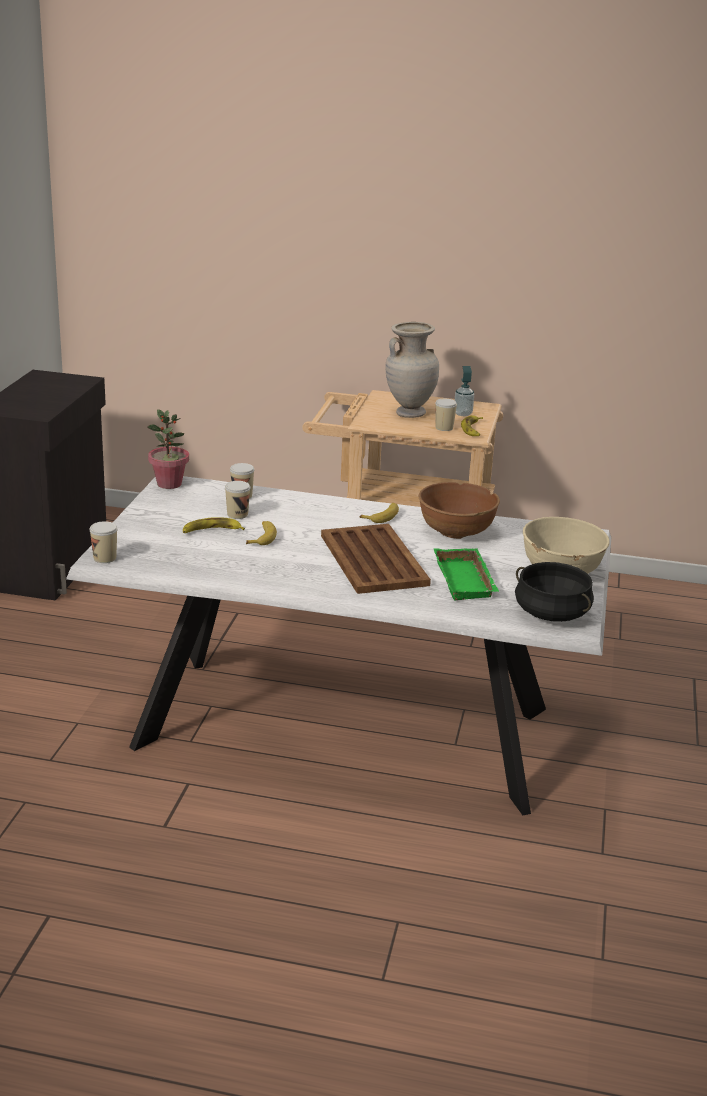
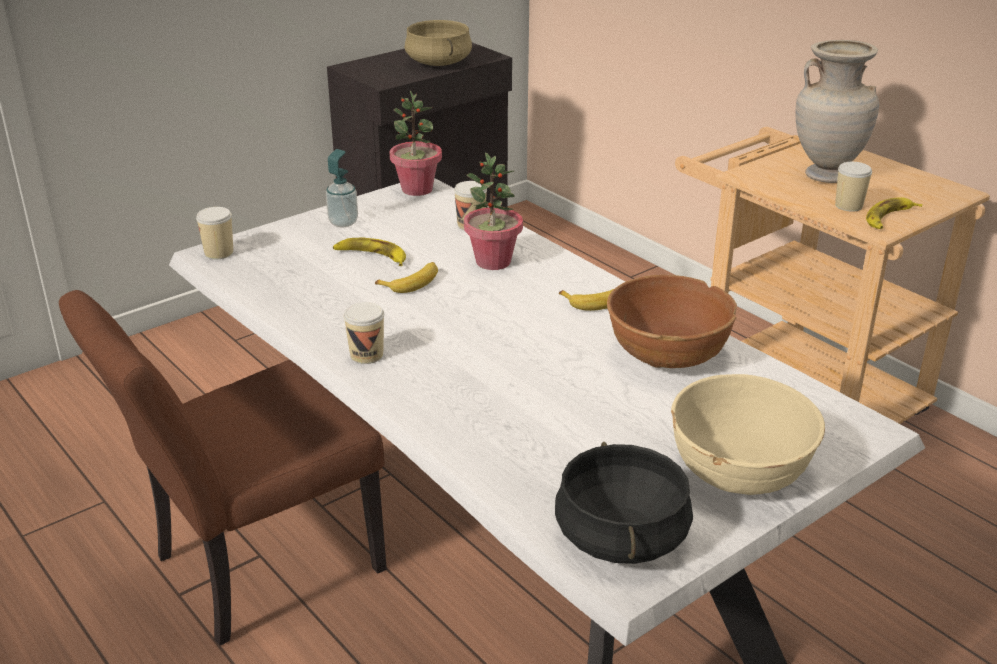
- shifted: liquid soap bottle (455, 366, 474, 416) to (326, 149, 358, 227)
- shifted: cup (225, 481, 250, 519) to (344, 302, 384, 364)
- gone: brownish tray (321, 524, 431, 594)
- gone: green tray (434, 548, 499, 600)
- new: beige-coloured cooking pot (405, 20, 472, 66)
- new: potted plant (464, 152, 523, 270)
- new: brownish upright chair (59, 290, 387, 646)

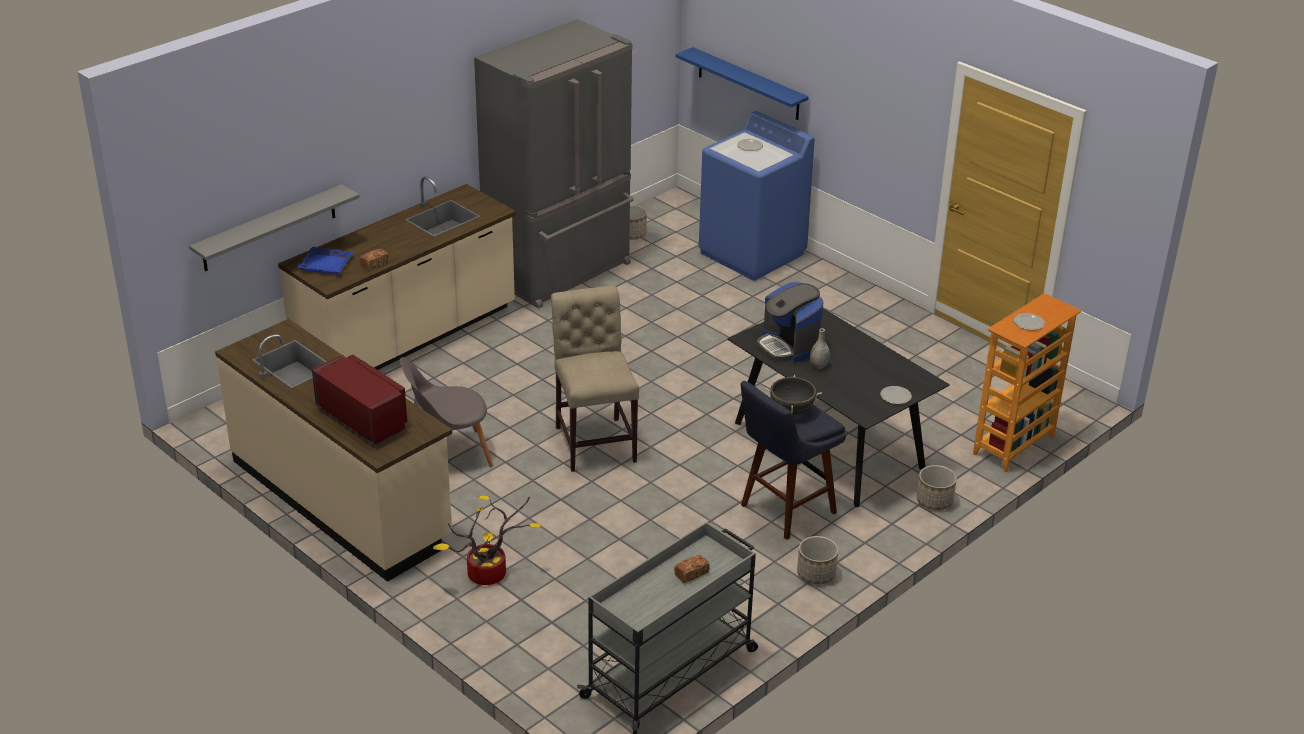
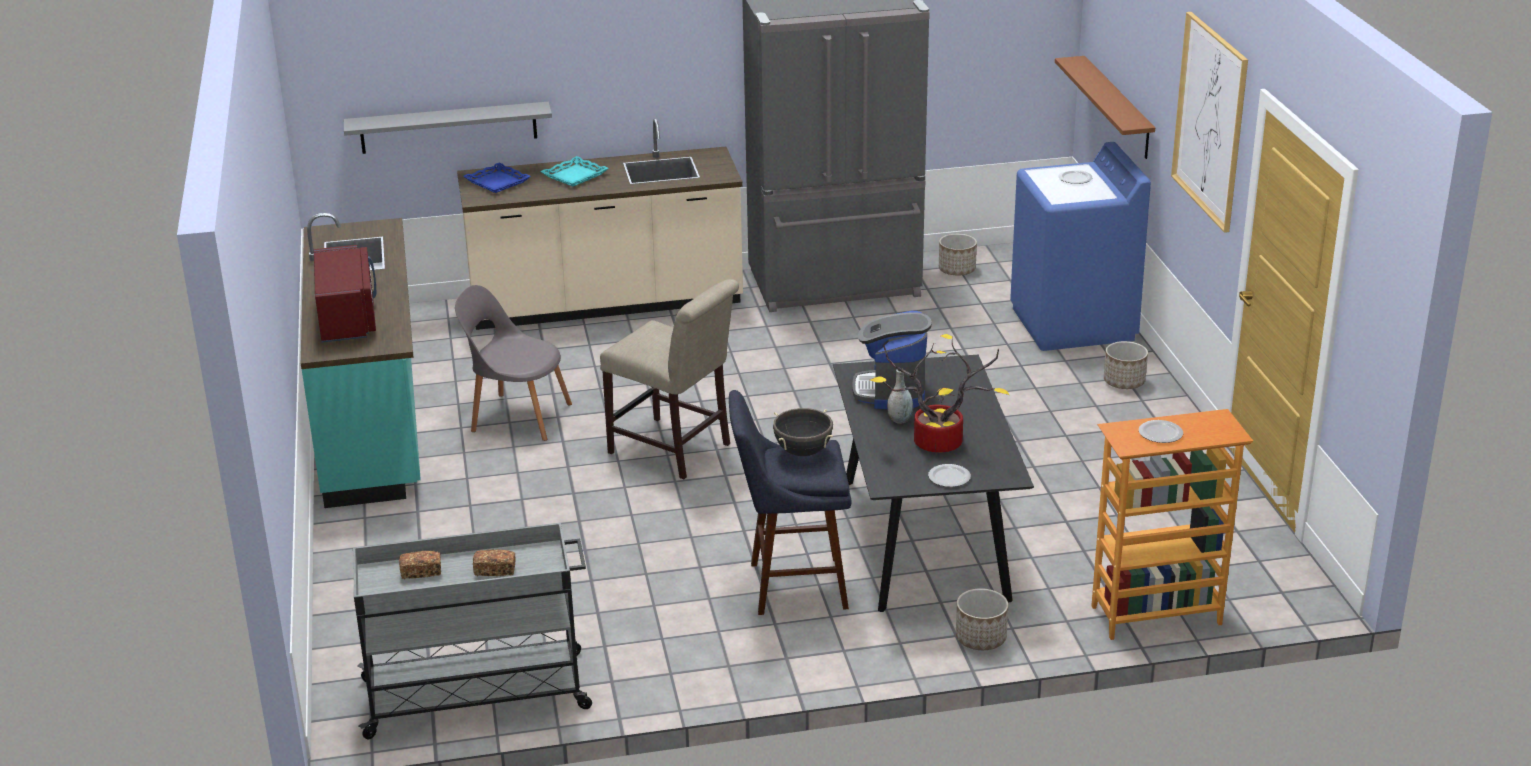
- repainted: bluish wall shelf (676, 47, 809, 120) to brownish wall shelf (1055, 56, 1155, 159)
- shifted: baked bread (360, 249, 389, 270) to (399, 551, 441, 579)
- rotated: beige-coloured upright chair (551, 286, 639, 472) = (600, 279, 739, 479) 105 degrees clockwise
- repainted: beige-coloured kitchen base unit (215, 319, 452, 582) to blue-green kitchen base unit (301, 213, 421, 508)
- shifted: potted plant (433, 496, 542, 585) to (870, 334, 1009, 452)
- shifted: planter (797, 536, 838, 584) to (1104, 341, 1148, 389)
- new: picture (1171, 12, 1248, 233)
- new: blue-green tray (540, 156, 608, 186)

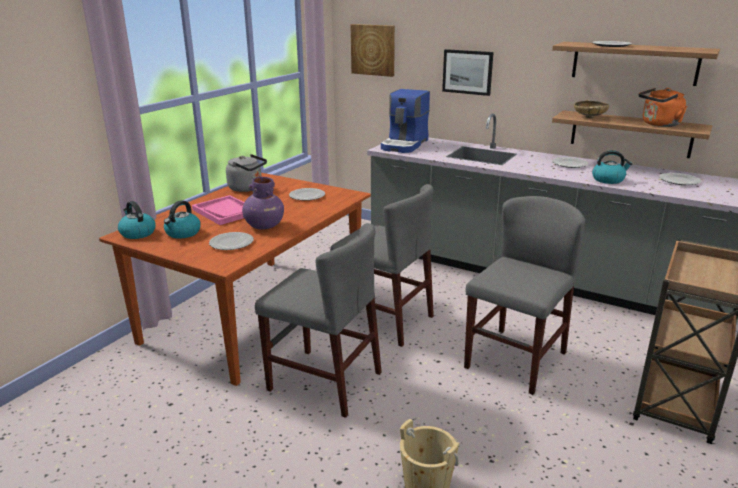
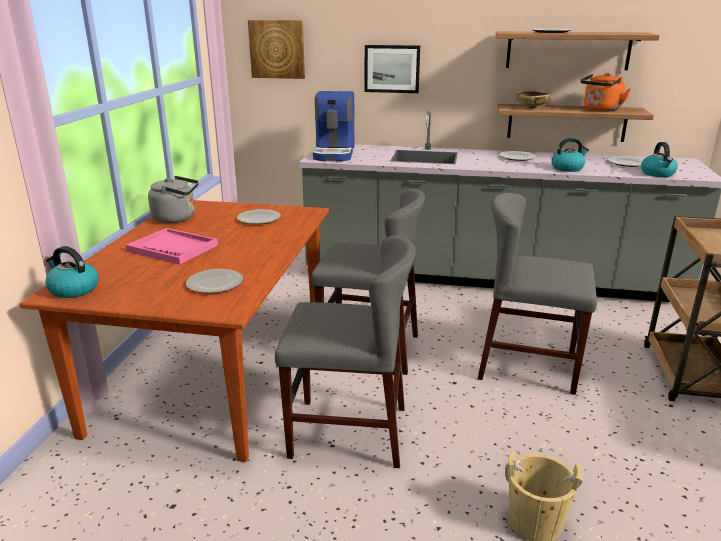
- gone: purplish flower vase (242, 177, 284, 229)
- rotated: gray upright chair (464, 196, 585, 395) = (478, 193, 597, 395) 90 degrees counterclockwise
- shifted: tea kettle (164, 200, 201, 239) to (641, 142, 678, 177)

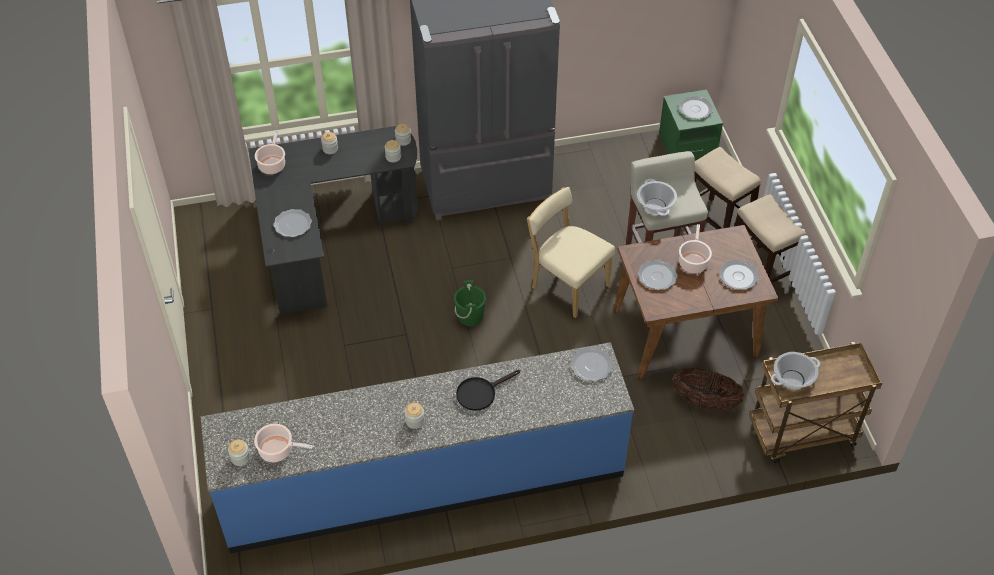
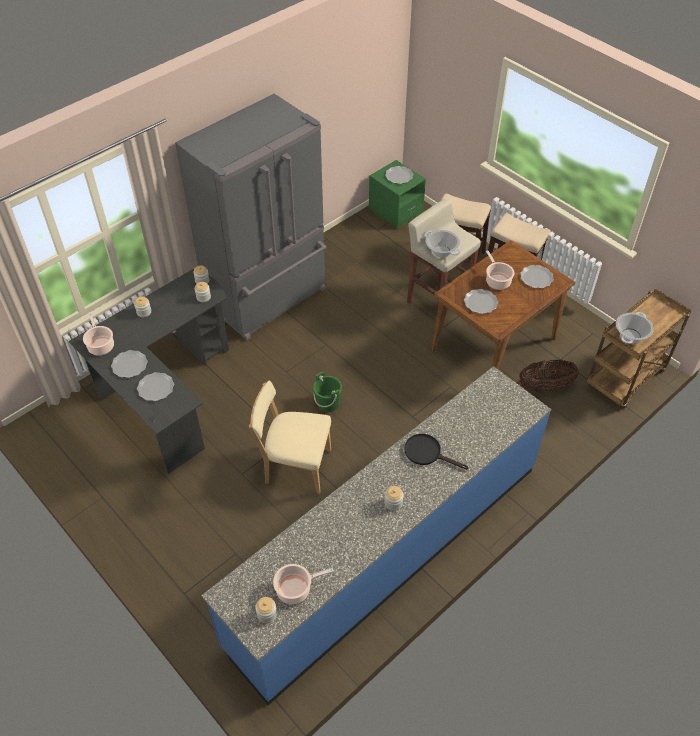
- shifted: beige-coloured upright chair (527, 187, 615, 318) to (249, 381, 331, 494)
- shifted: dinner plate (570, 347, 613, 382) to (111, 350, 148, 378)
- rotated: black-coloured skillet (456, 370, 520, 411) = (405, 434, 469, 470) 90 degrees clockwise

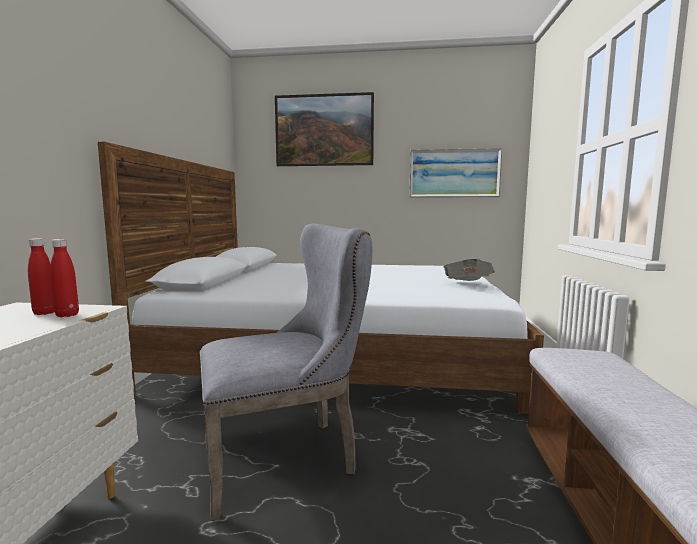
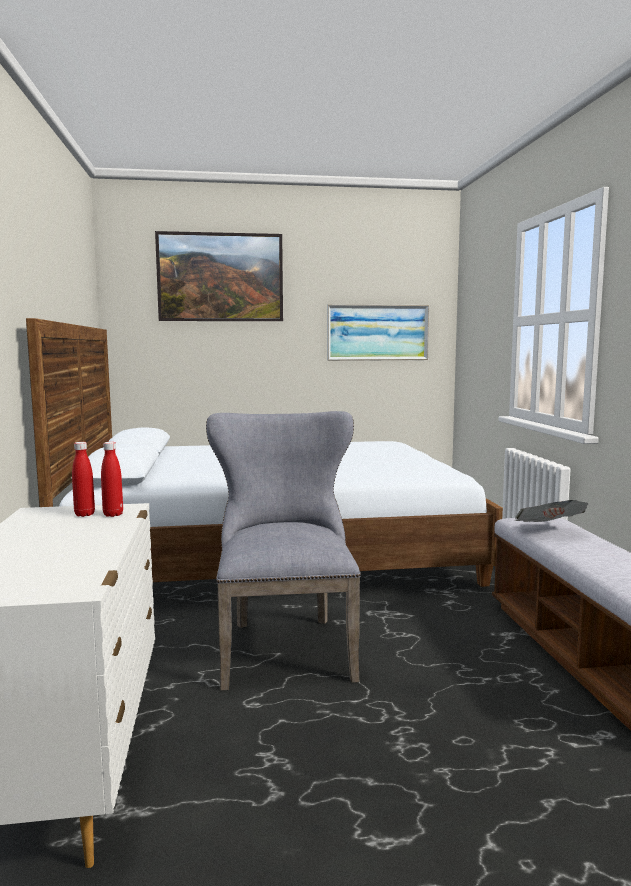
- rotated: gray upright chair (199, 224, 372, 521) = (206, 411, 361, 691) 60 degrees counterclockwise
- shifted: daily paper (444, 259, 495, 281) to (515, 500, 588, 522)

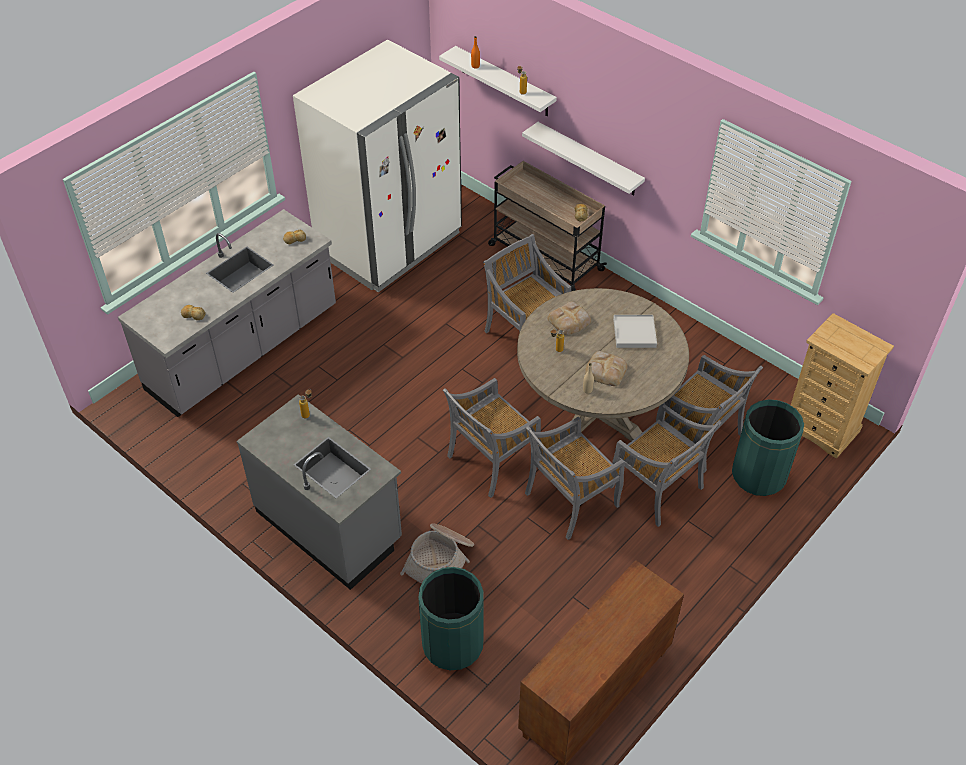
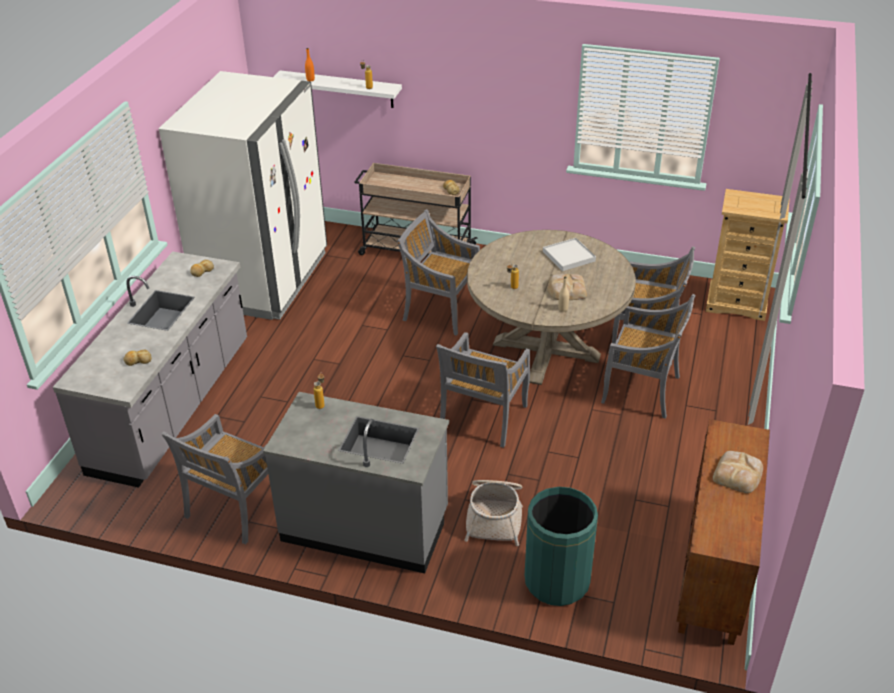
- gone: whitish wall shelf (522, 122, 645, 196)
- shifted: baked bread (547, 302, 591, 335) to (713, 451, 763, 493)
- gone: green trash can (732, 399, 804, 496)
- shifted: gray upright chair (525, 417, 625, 540) to (161, 414, 268, 545)

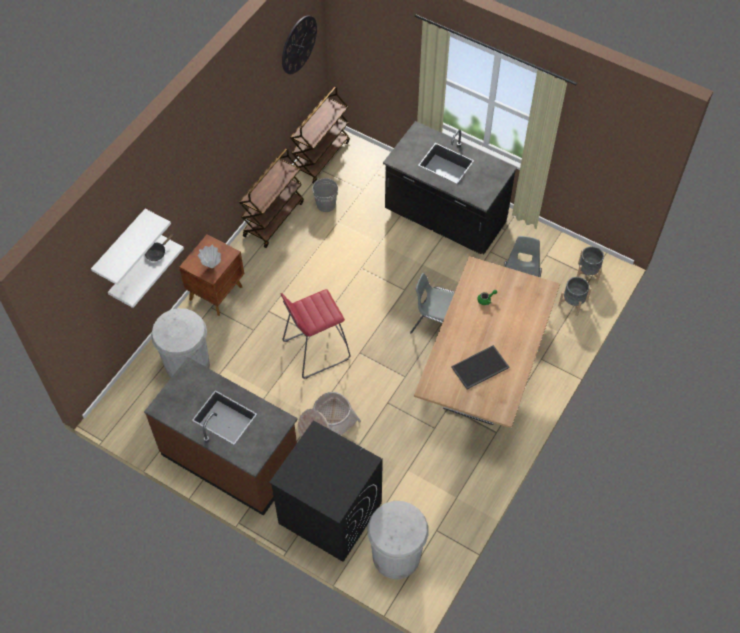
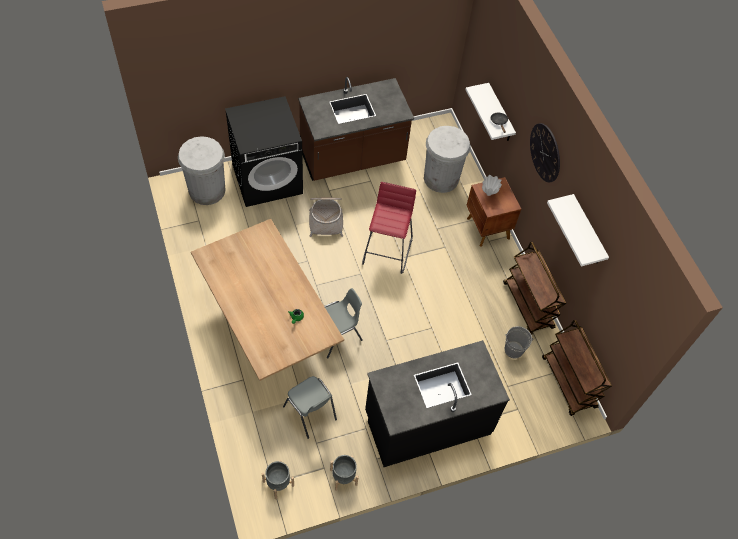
- shifted: wall clock (282, 15, 317, 74) to (530, 123, 560, 183)
- shifted: whitish wall shelf (91, 209, 171, 285) to (547, 194, 609, 267)
- shifted: gray planter (558, 277, 592, 316) to (330, 455, 359, 491)
- gone: tray (451, 345, 509, 389)

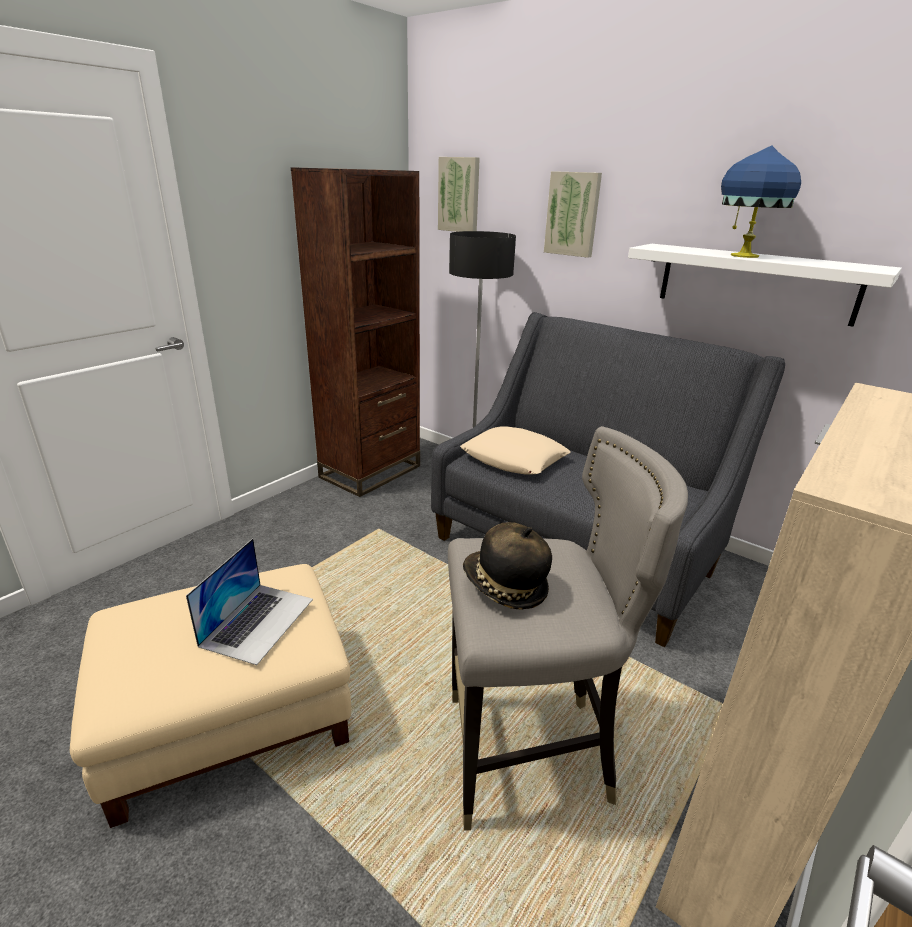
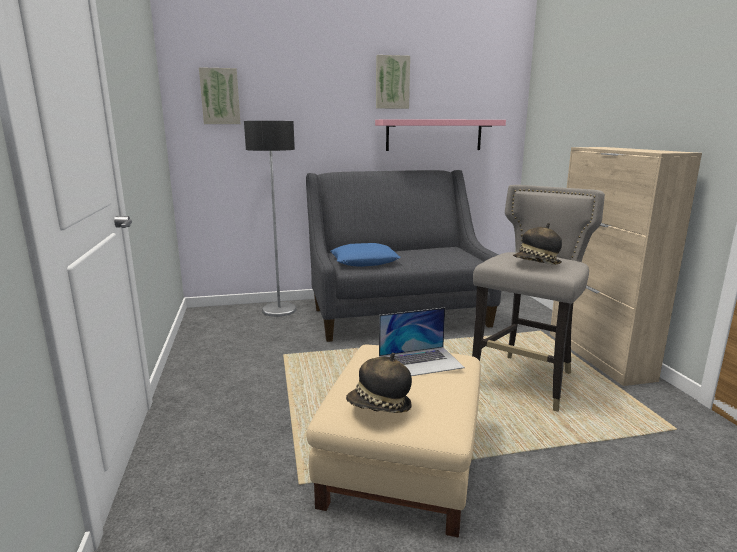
- gone: bluish tabletop lamp (721, 146, 801, 258)
- gone: brownish bookcase (291, 167, 420, 497)
- shifted: picture (544, 171, 602, 258) to (376, 55, 410, 109)
- repainted: whitish wall shelf (628, 244, 902, 327) to pinkish wall shelf (375, 119, 506, 151)
- repainted: beige-coloured throw pillow (460, 426, 571, 475) to bluish throw pillow (330, 243, 400, 267)
- rotated: portable computer (186, 538, 313, 665) = (379, 307, 465, 376) 105 degrees clockwise
- new: clothing hat (346, 353, 412, 413)

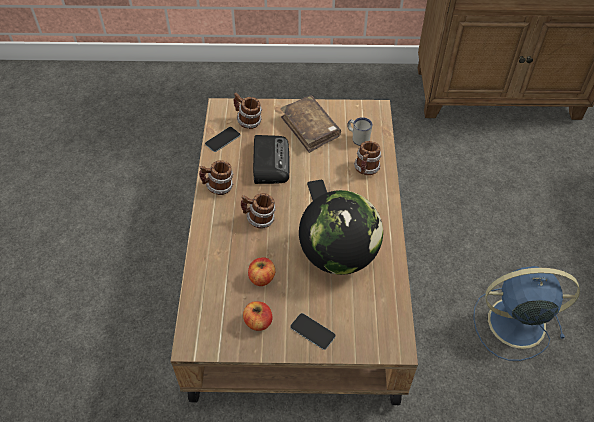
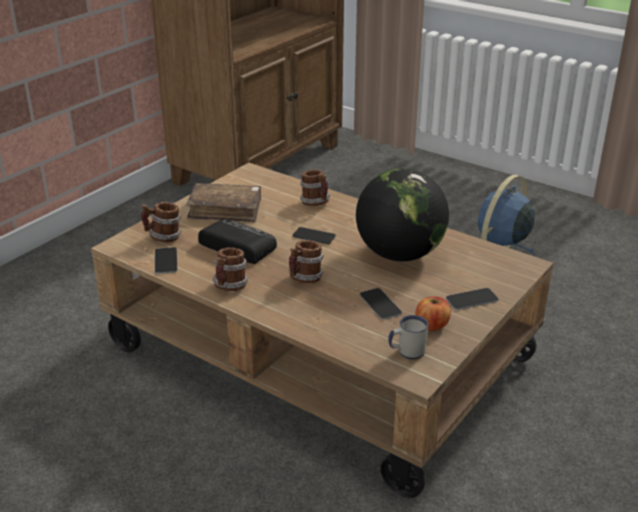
- shifted: whitish coffee mug (347, 117, 372, 146) to (388, 315, 429, 359)
- swapped: whole apple (248, 257, 275, 286) to handset (360, 288, 402, 320)

